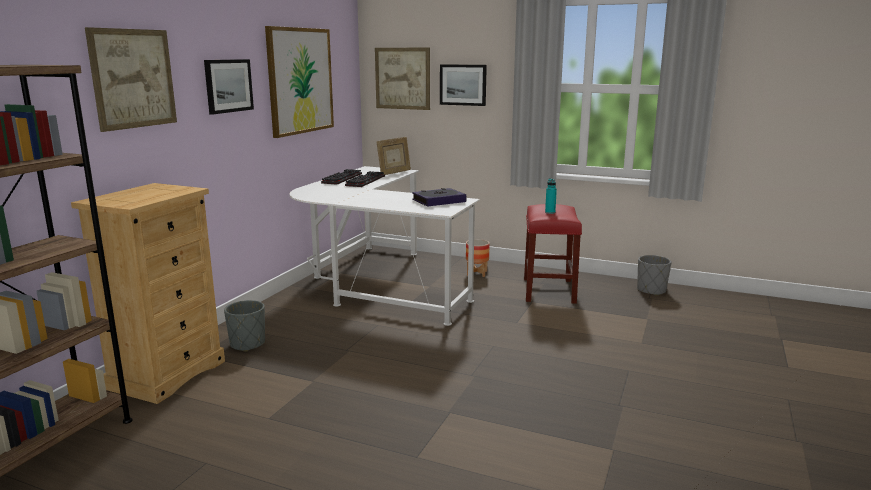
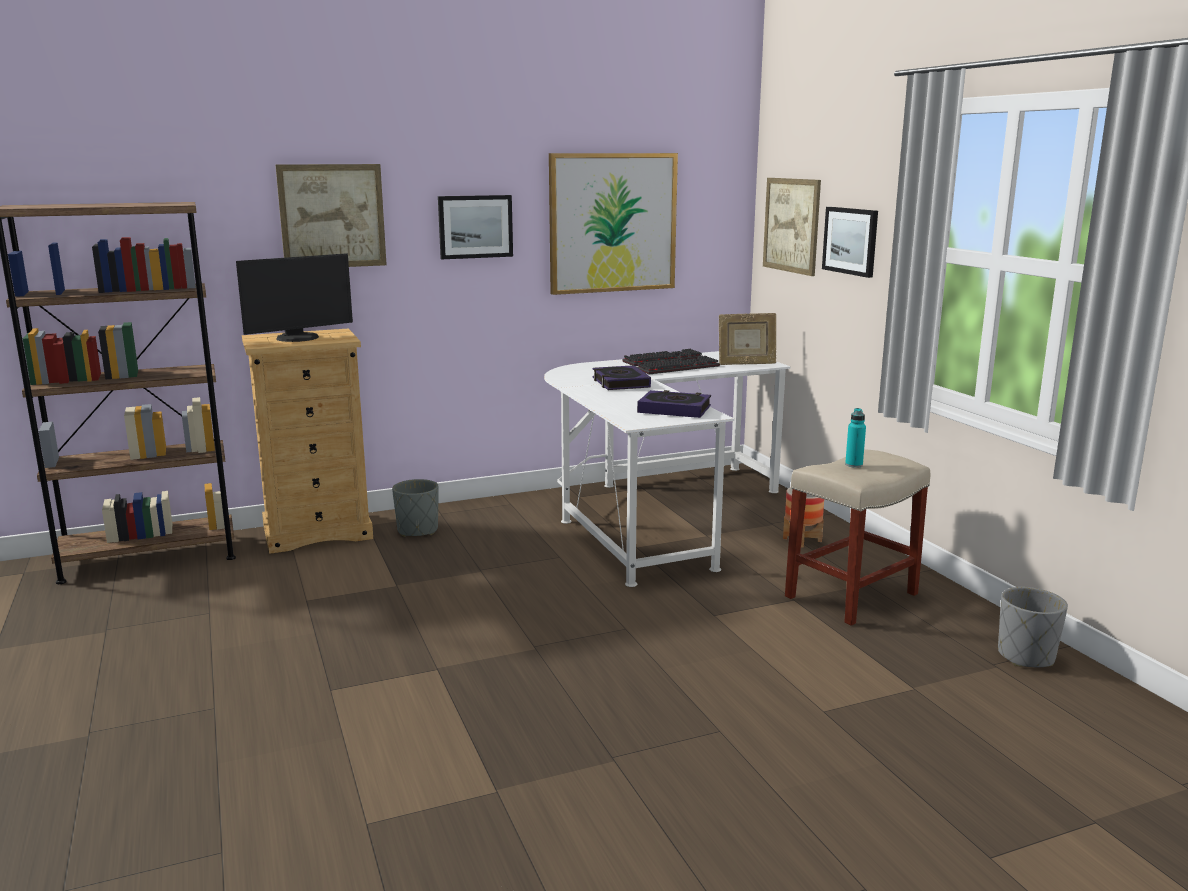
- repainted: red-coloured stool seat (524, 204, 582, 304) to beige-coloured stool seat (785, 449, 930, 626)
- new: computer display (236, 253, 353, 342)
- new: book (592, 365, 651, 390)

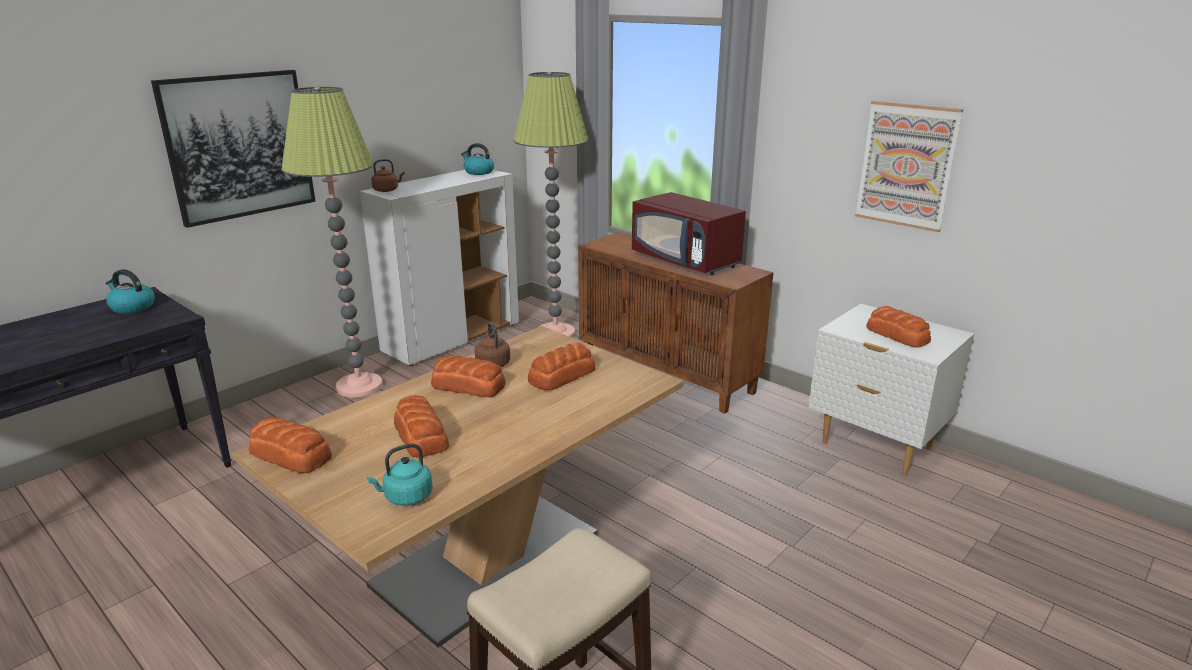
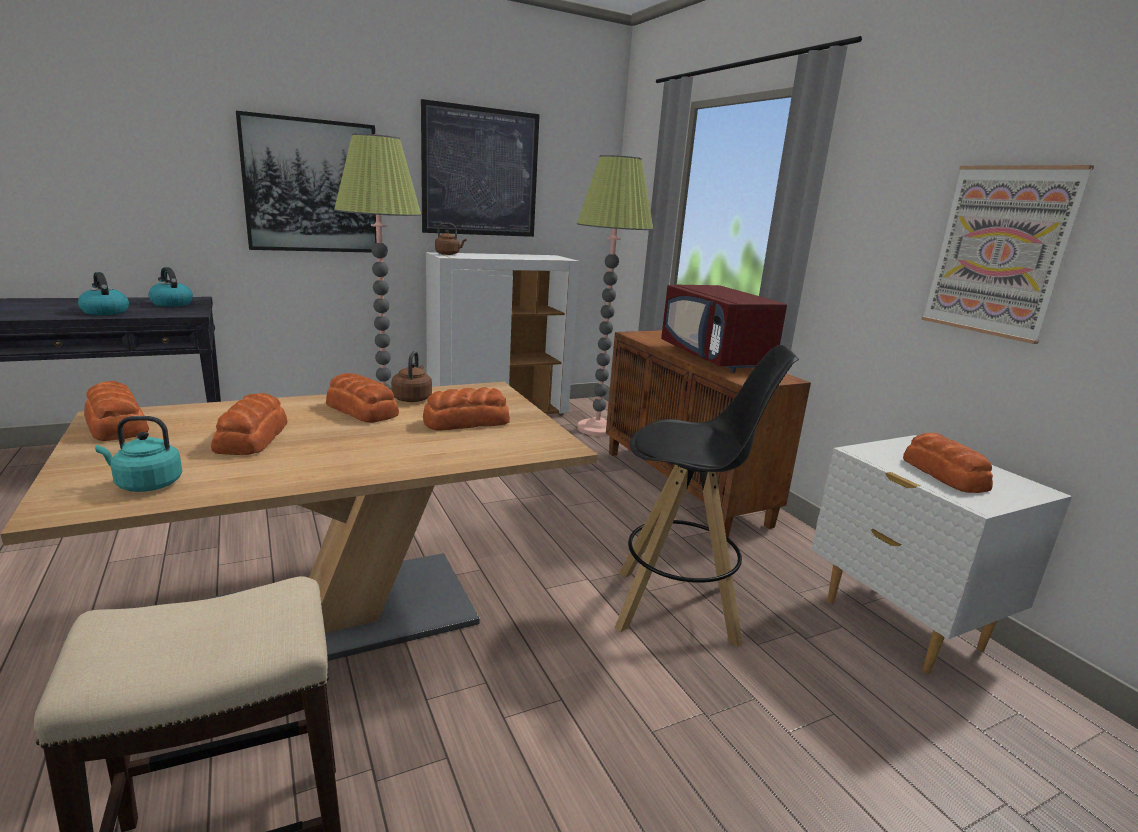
- shifted: tea kettle (461, 143, 494, 175) to (78, 272, 129, 315)
- new: picture (421, 99, 540, 237)
- new: black-coloured stool seat (615, 345, 799, 647)

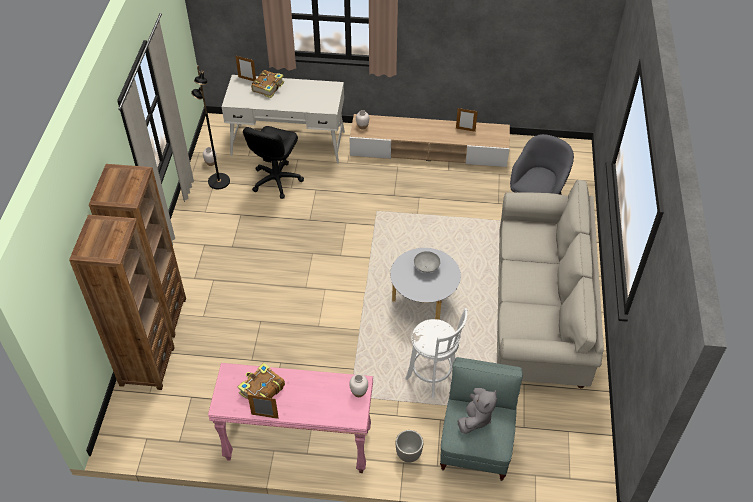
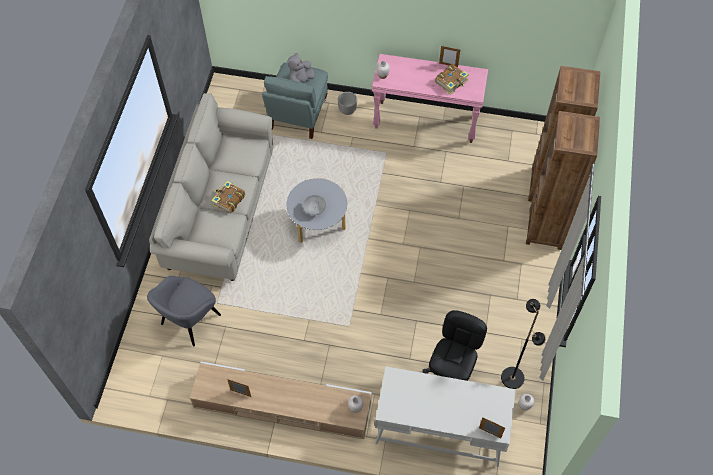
- shifted: book (251, 70, 284, 98) to (211, 181, 245, 213)
- gone: whitish stool seat (405, 308, 468, 398)

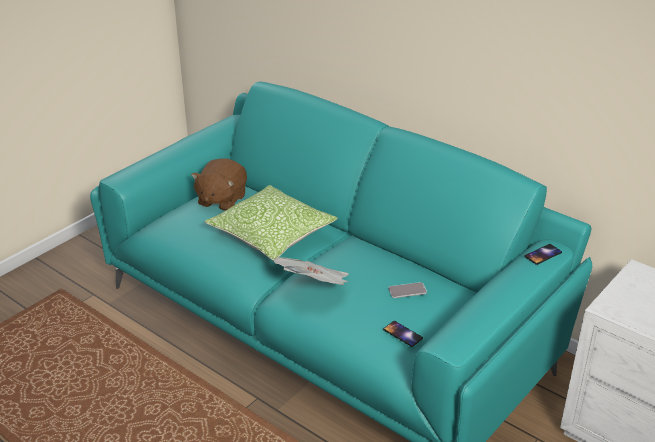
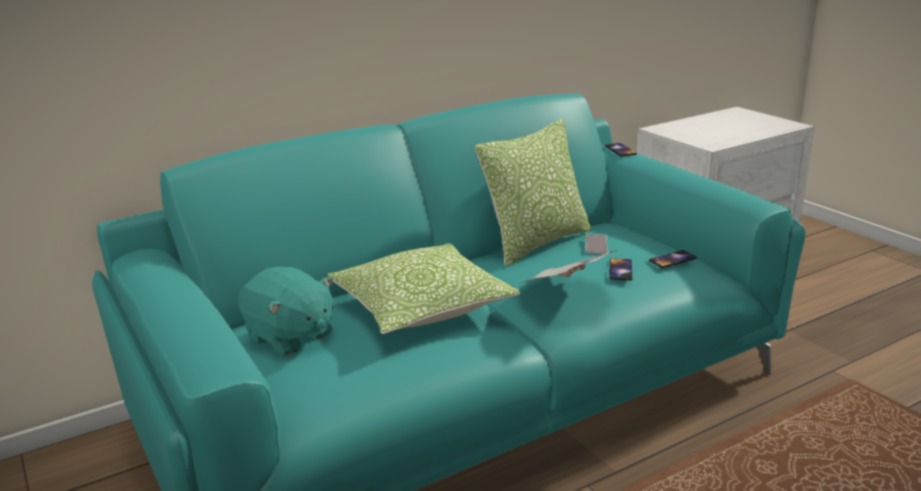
- repainted: brownish plush toy (191, 158, 247, 211) to blue-green plush toy (238, 267, 333, 356)
- new: throw pillow (475, 119, 591, 267)
- new: handset (609, 258, 632, 280)

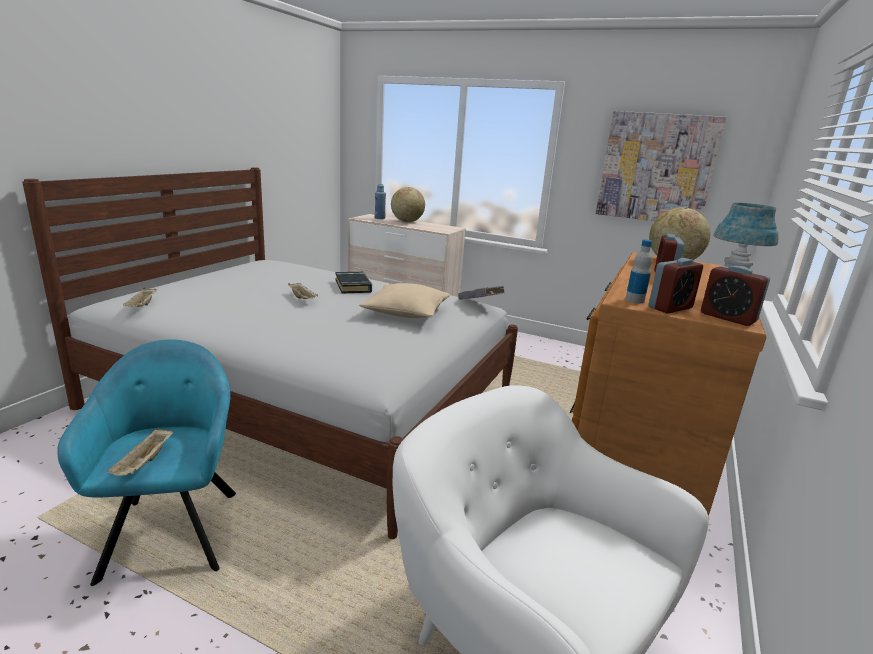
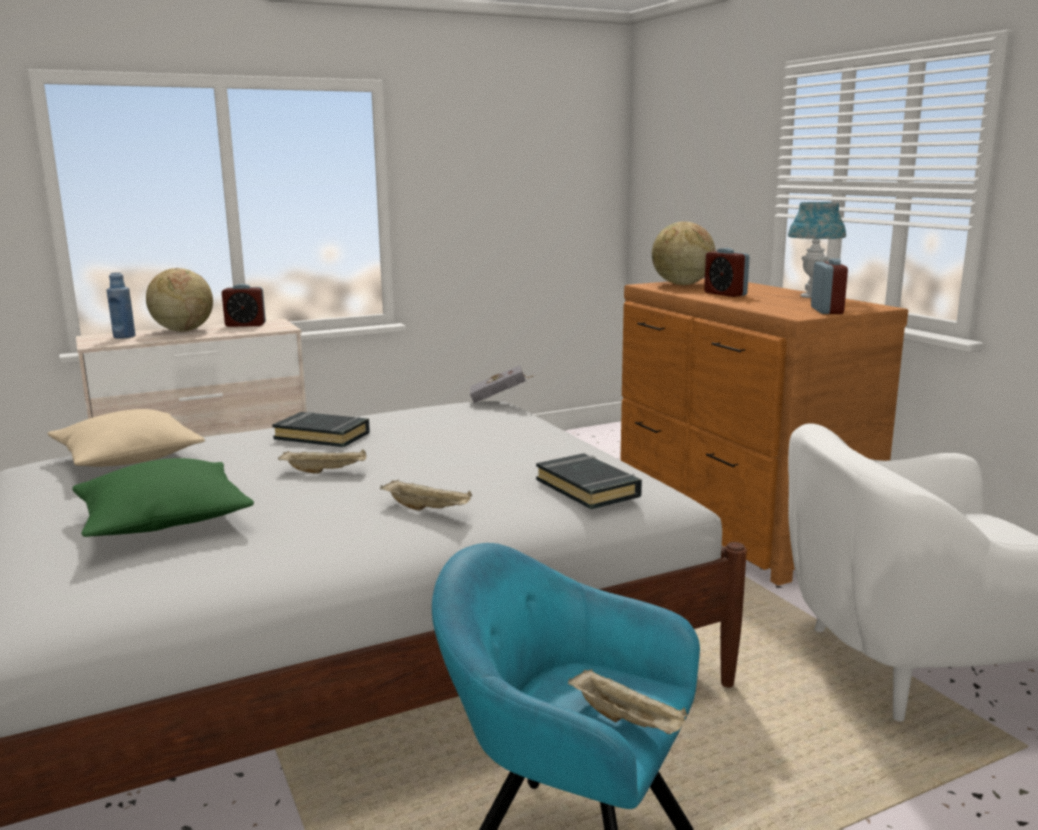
- gone: picture (596, 111, 727, 221)
- gone: drink bottle (625, 239, 652, 303)
- shifted: table clock (701, 266, 770, 326) to (222, 284, 266, 327)
- shifted: beige-coloured throw pillow (359, 283, 450, 318) to (47, 409, 205, 467)
- shifted: beige-coloured tray (123, 288, 157, 307) to (380, 479, 472, 511)
- new: black-coloured book (536, 453, 642, 509)
- new: green throw pillow (72, 458, 254, 537)

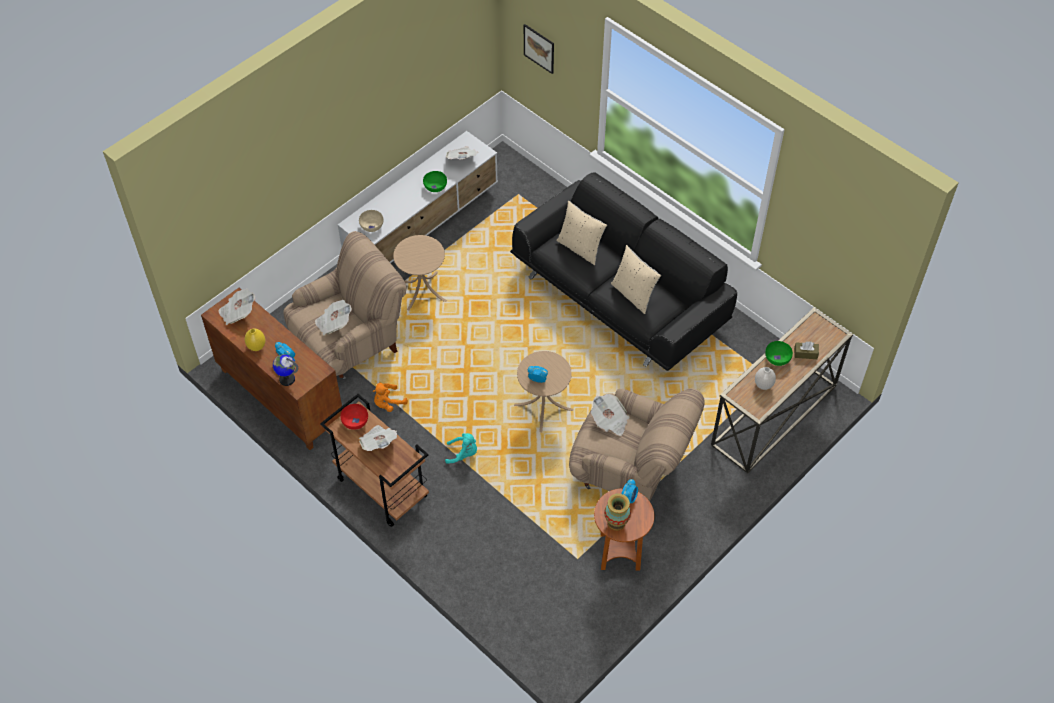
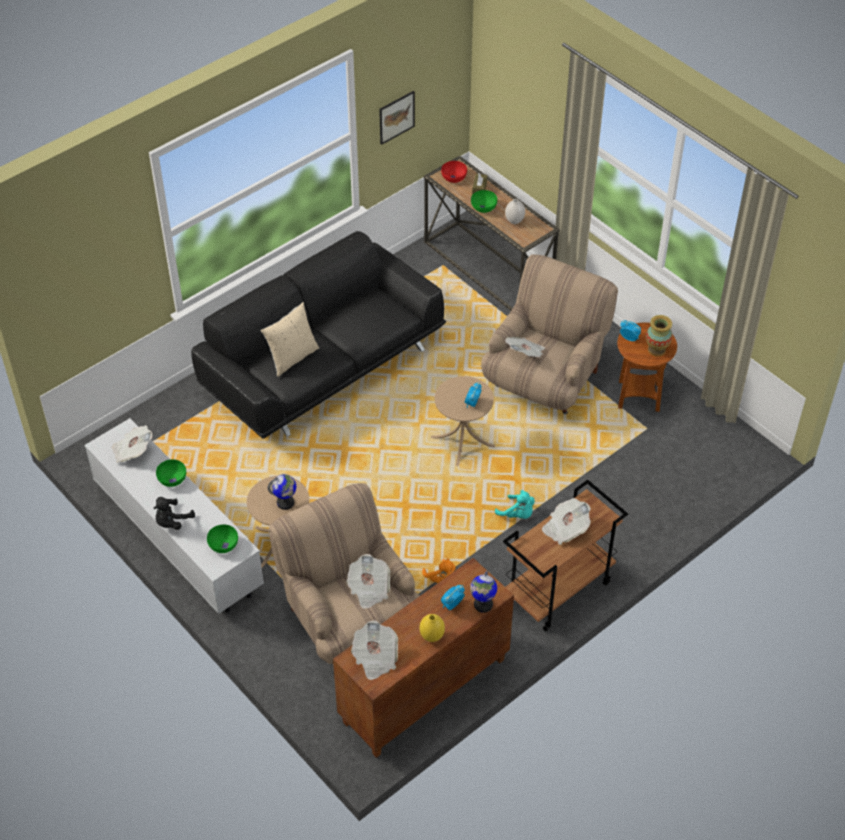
- shifted: picture (524, 24, 554, 74) to (379, 91, 415, 145)
- repainted: beige-coloured serving bowl (359, 210, 383, 232) to green serving bowl (207, 525, 238, 553)
- gone: beige-coloured throw pillow (611, 245, 661, 314)
- shifted: red-coloured serving bowl (340, 404, 368, 430) to (441, 161, 467, 183)
- rotated: blue-green plush toy (445, 433, 477, 464) = (495, 490, 535, 519) 120 degrees clockwise
- new: world globe (268, 474, 296, 510)
- new: black-coloured plush toy (153, 497, 195, 530)

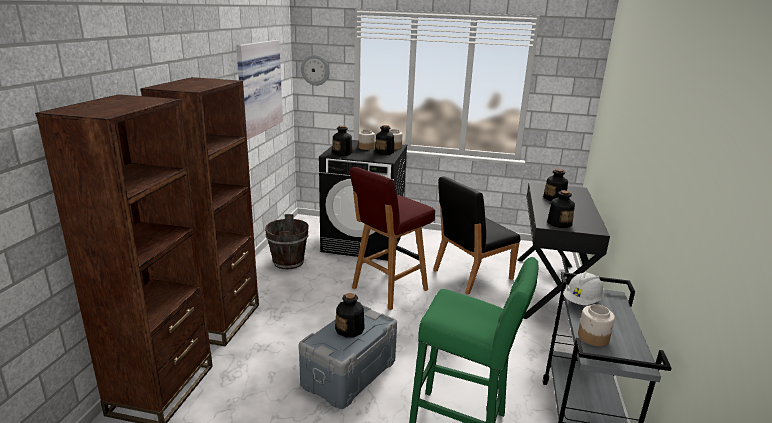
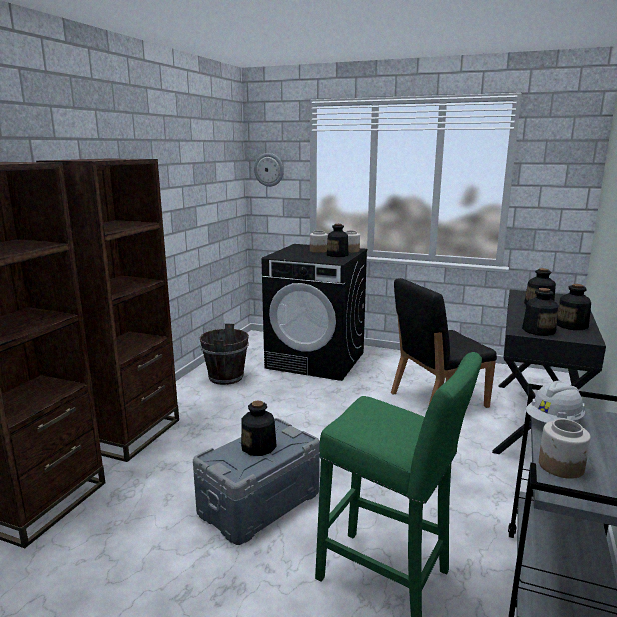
- gone: picture (236, 40, 283, 140)
- shifted: drink bottle (332, 126, 352, 156) to (557, 284, 591, 330)
- gone: red-coloured stool seat (350, 167, 435, 310)

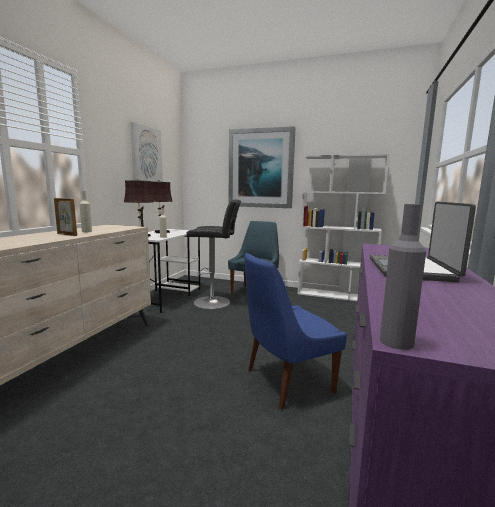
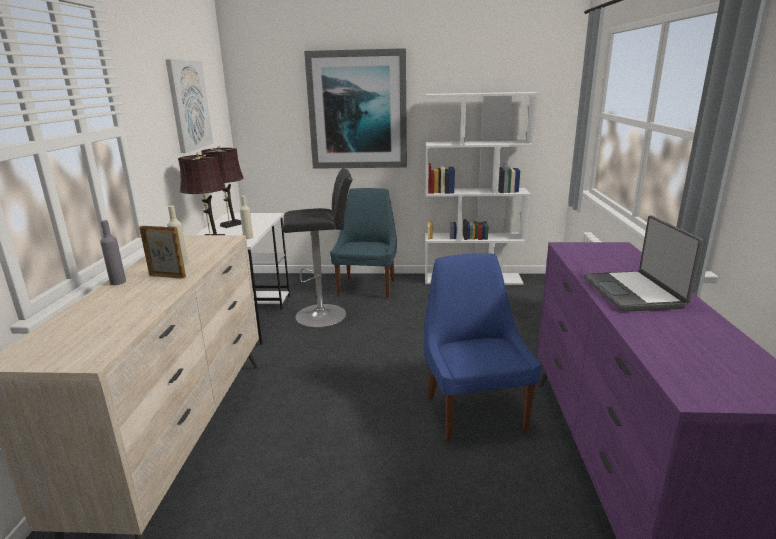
- shifted: gray drink bottle (380, 204, 426, 350) to (100, 220, 126, 285)
- rotated: bluish upright chair (244, 253, 347, 410) = (424, 253, 542, 442) 120 degrees clockwise

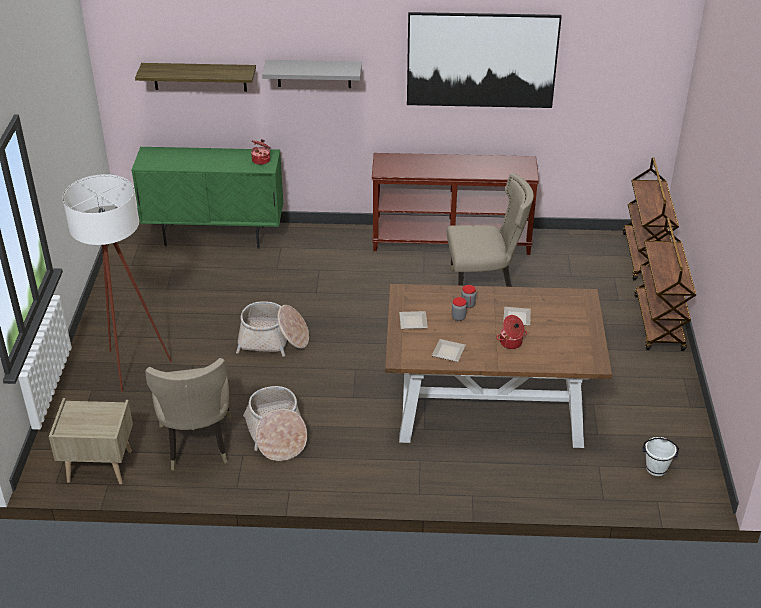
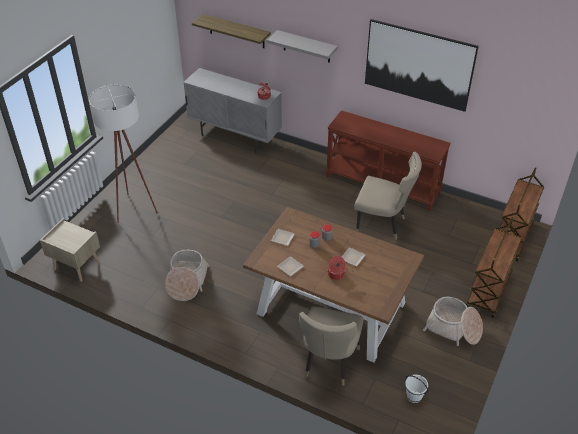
- repainted: green cupboard (131, 147, 284, 249) to gray cupboard (183, 68, 282, 154)
- shifted: basket (236, 301, 309, 357) to (423, 297, 483, 346)
- shifted: beige-coloured upright chair (145, 358, 231, 470) to (299, 306, 363, 386)

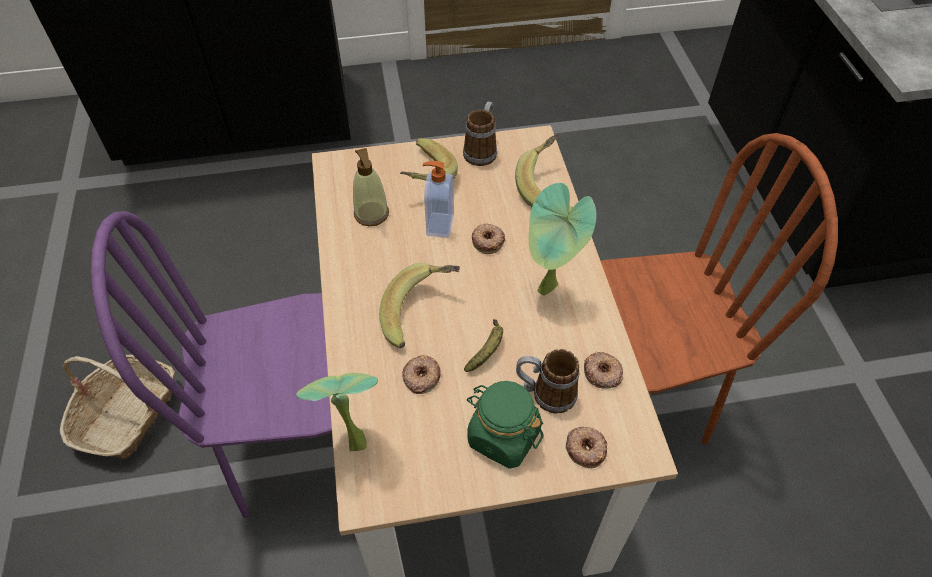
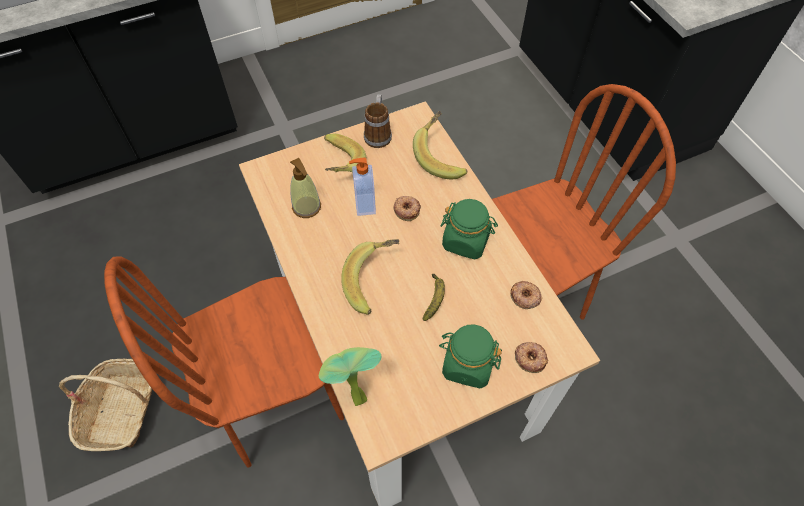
- swapped: potted plant (529, 183, 597, 295) to green storage jar (441, 199, 498, 259)
- repainted: purplish upright chair (91, 211, 332, 518) to brownish upright chair (104, 257, 344, 468)
- gone: coffee mug (516, 349, 580, 414)
- gone: doughnut (402, 355, 441, 394)

